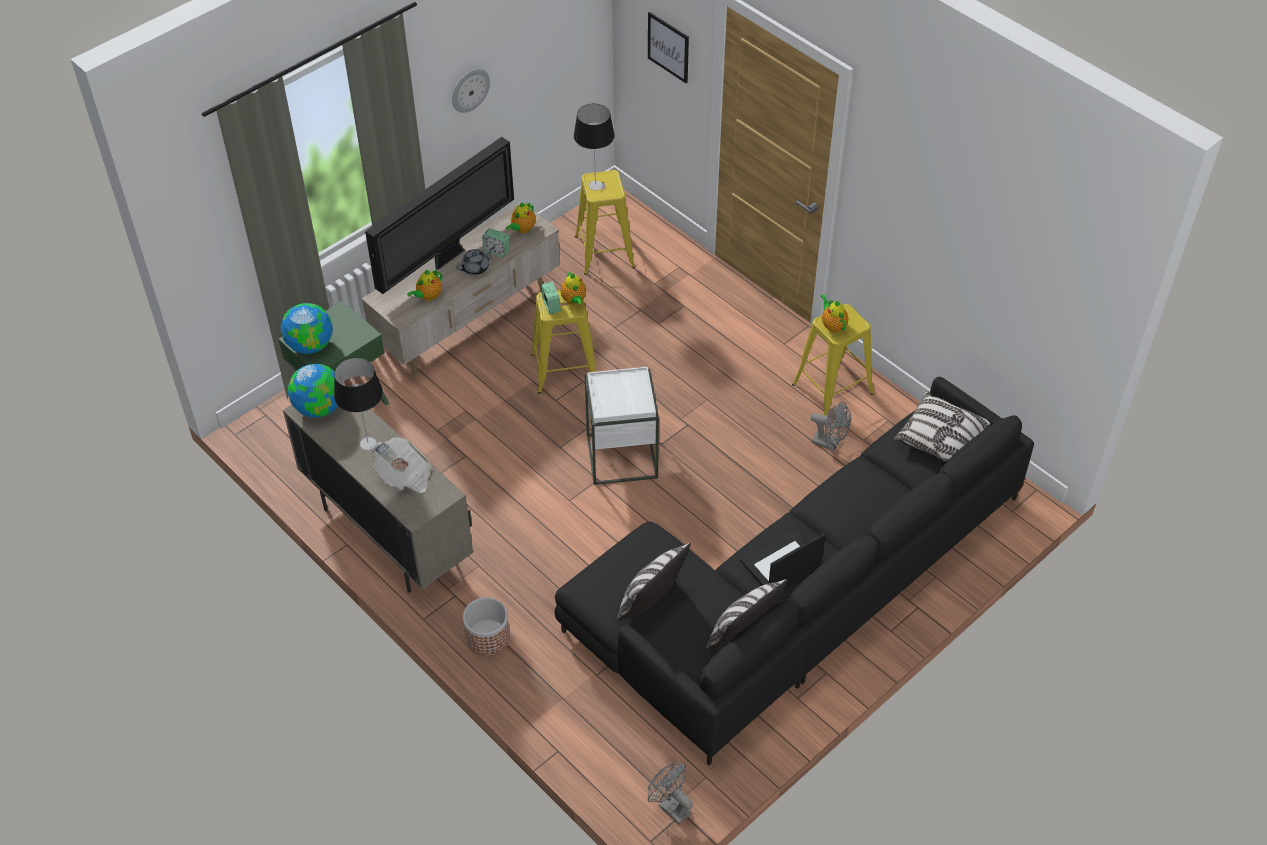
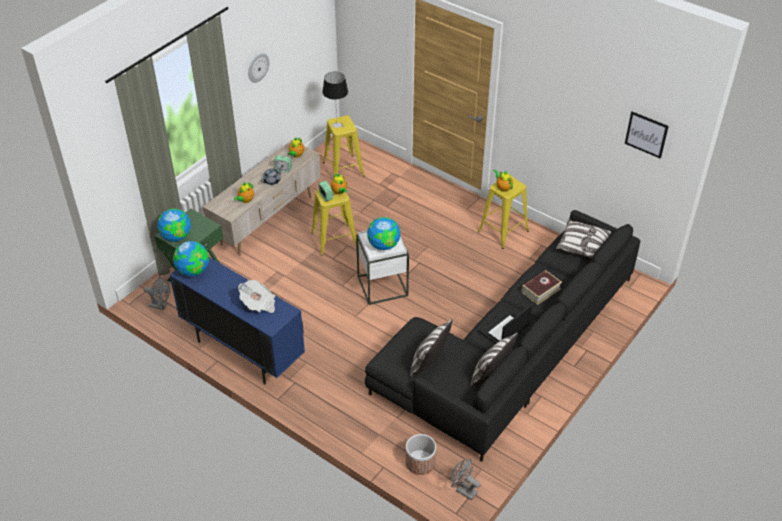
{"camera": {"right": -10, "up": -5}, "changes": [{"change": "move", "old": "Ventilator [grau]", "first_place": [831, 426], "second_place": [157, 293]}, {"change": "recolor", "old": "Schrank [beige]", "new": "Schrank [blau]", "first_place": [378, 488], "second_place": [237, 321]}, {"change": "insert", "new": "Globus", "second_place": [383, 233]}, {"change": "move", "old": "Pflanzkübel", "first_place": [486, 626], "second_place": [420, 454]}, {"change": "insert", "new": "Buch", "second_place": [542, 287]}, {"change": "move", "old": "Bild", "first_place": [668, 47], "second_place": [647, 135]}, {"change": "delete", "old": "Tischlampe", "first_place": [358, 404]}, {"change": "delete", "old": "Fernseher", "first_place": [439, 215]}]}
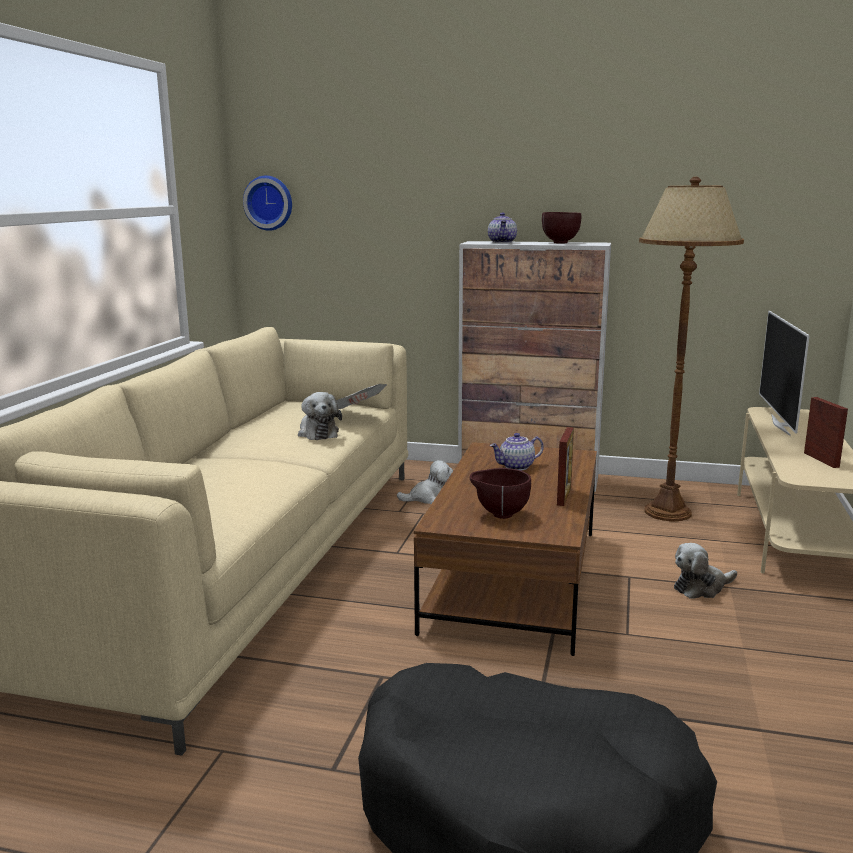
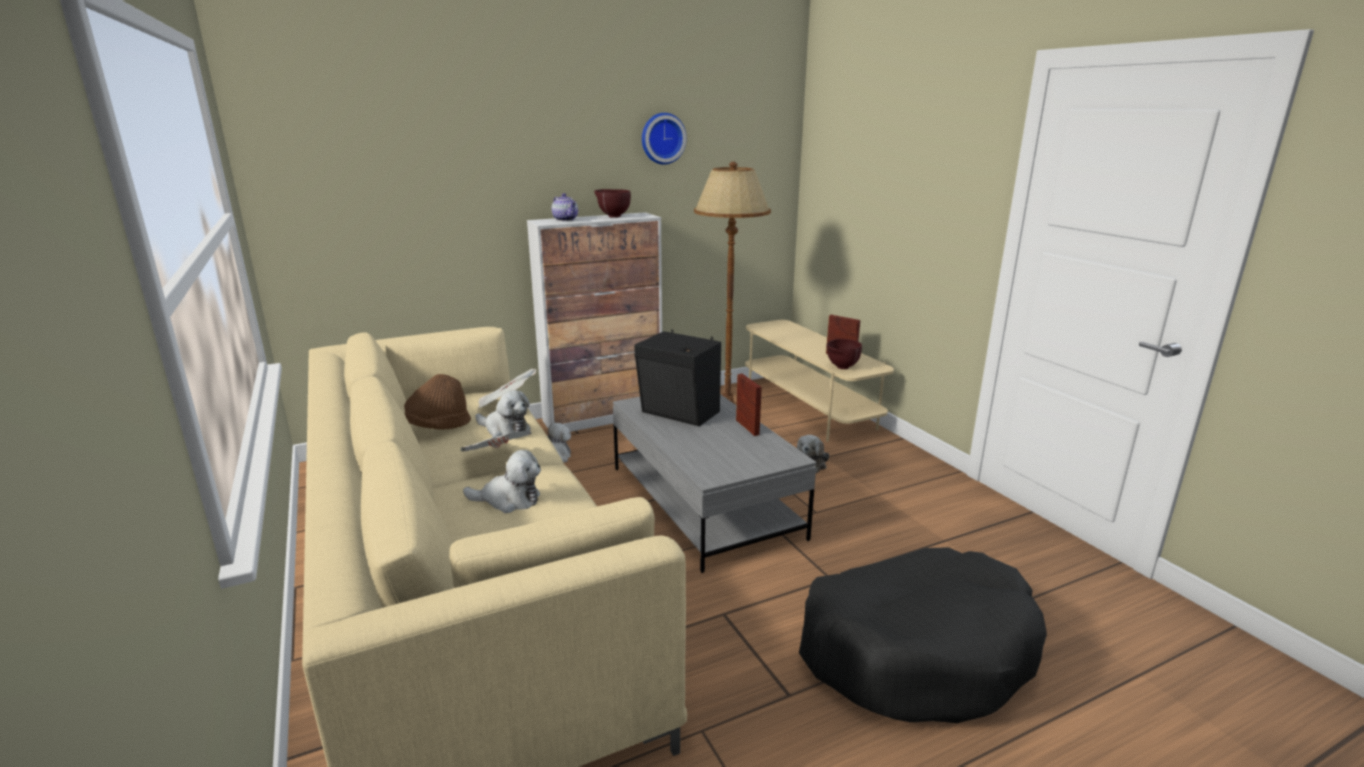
{"camera": {"right": -40, "up": 5}, "changes": [{"change": "insert", "new": "Hut [braun]", "second_place": [437, 401]}, {"change": "insert", "new": "Zeitung", "second_place": [496, 441]}, {"change": "insert", "new": "Plüschtier", "second_place": [502, 481]}, {"change": "recolor", "old": "Couchtisch [braun]", "new": "Couchtisch [grau]", "first_place": [505, 549], "second_place": [715, 483]}, {"change": "replace", "old": "Teekanne", "new": "Lautsprecher [schwarz]", "first_place": [517, 451], "second_place": [677, 377]}, {"change": "move", "old": "Wanduhr", "first_place": [267, 203], "second_place": [664, 139]}, {"change": "move", "old": "Schüssel [braun]", "first_place": [500, 493], "second_place": [844, 354]}, {"change": "delete", "old": "Fernseher", "first_place": [784, 373]}]}
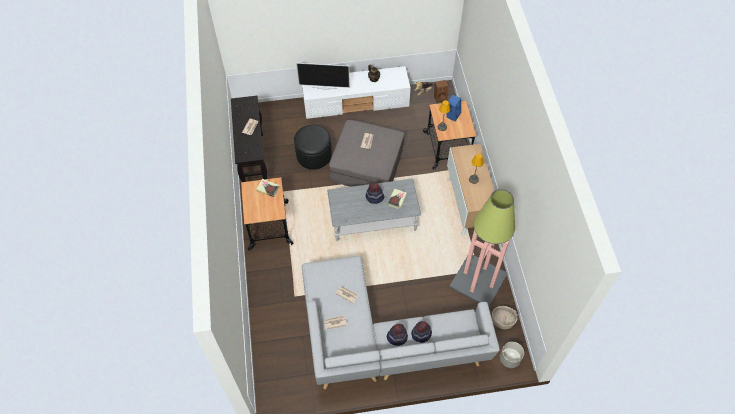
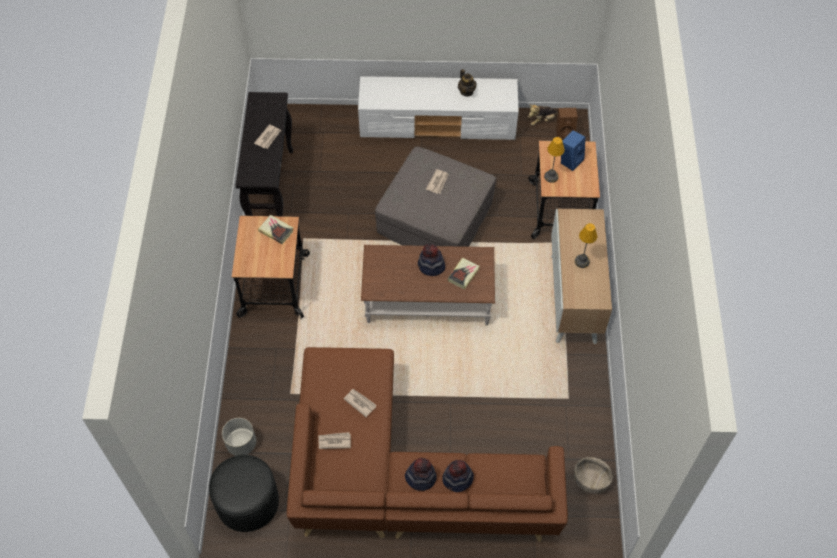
{"camera": {"right": 10, "up": 0}, "changes": [{"change": "move", "old": "Polsterhocker [schwarz]", "first_place": [313, 147], "second_place": [244, 493]}, {"change": "move", "old": "Pflanzkübel [grau]", "first_place": [512, 355], "second_place": [239, 437]}, {"change": "recolor", "old": "Sofa [grau]", "new": "Sofa [braun]", "first_place": [401, 322], "second_place": [427, 444]}, {"change": "recolor", "old": "Couchtisch [grau]", "new": "Couchtisch [braun]", "first_place": [374, 210], "second_place": [428, 285]}, {"change": "delete", "old": "Fernseher", "first_place": [323, 76]}, {"change": "delete", "old": "Stehlampe", "first_place": [482, 247]}]}
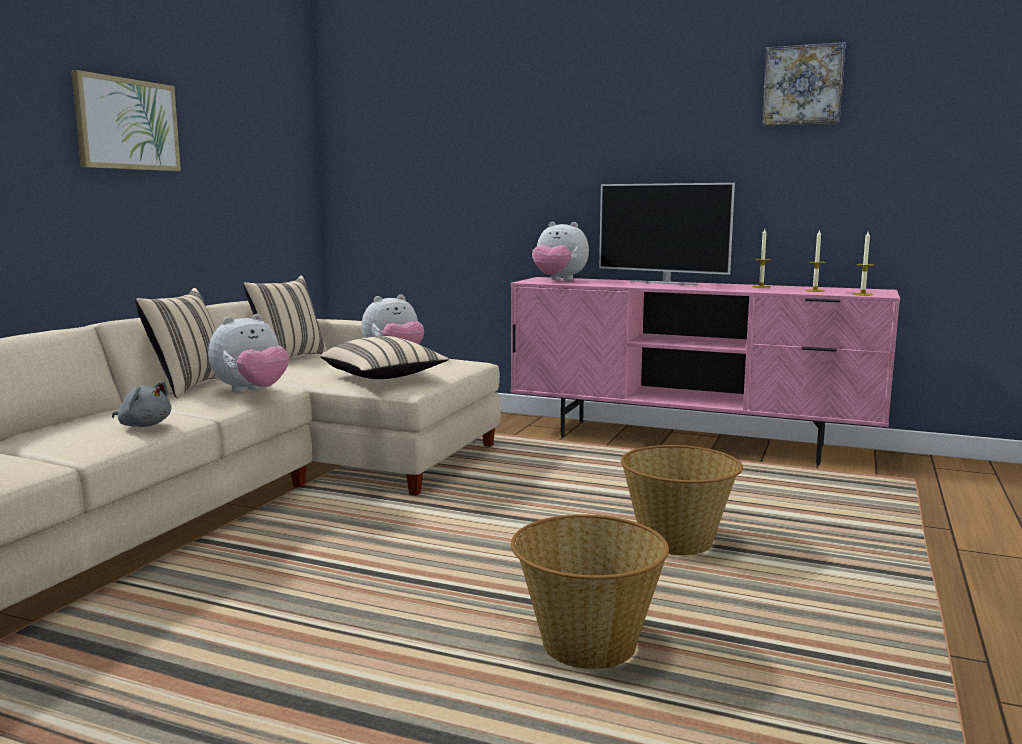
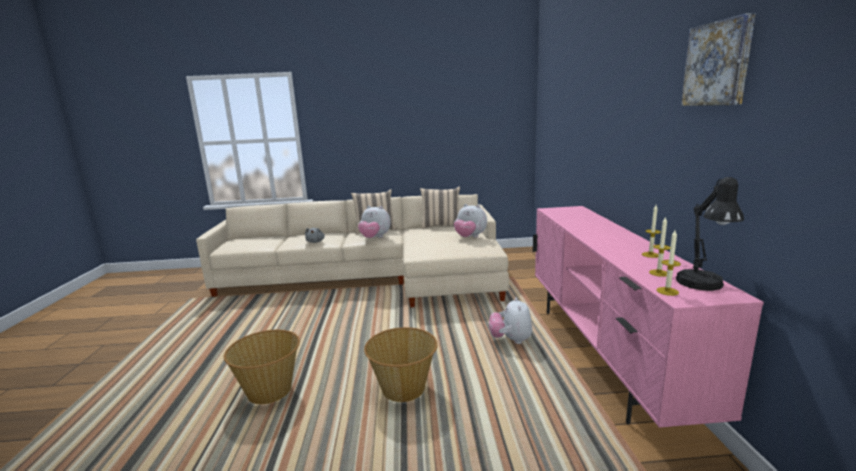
{"camera": {"right": 65, "up": 5}, "changes": [{"change": "move", "old": "Plüschtier", "first_place": [560, 251], "second_place": [510, 320]}, {"change": "insert", "new": "Tischlampe [schwarz]", "second_place": [710, 234]}, {"change": "delete", "old": "Bild", "first_place": [126, 120]}, {"change": "delete", "old": "Kissen [beige]", "first_place": [384, 357]}, {"change": "delete", "old": "Fernseher", "first_place": [667, 234]}]}
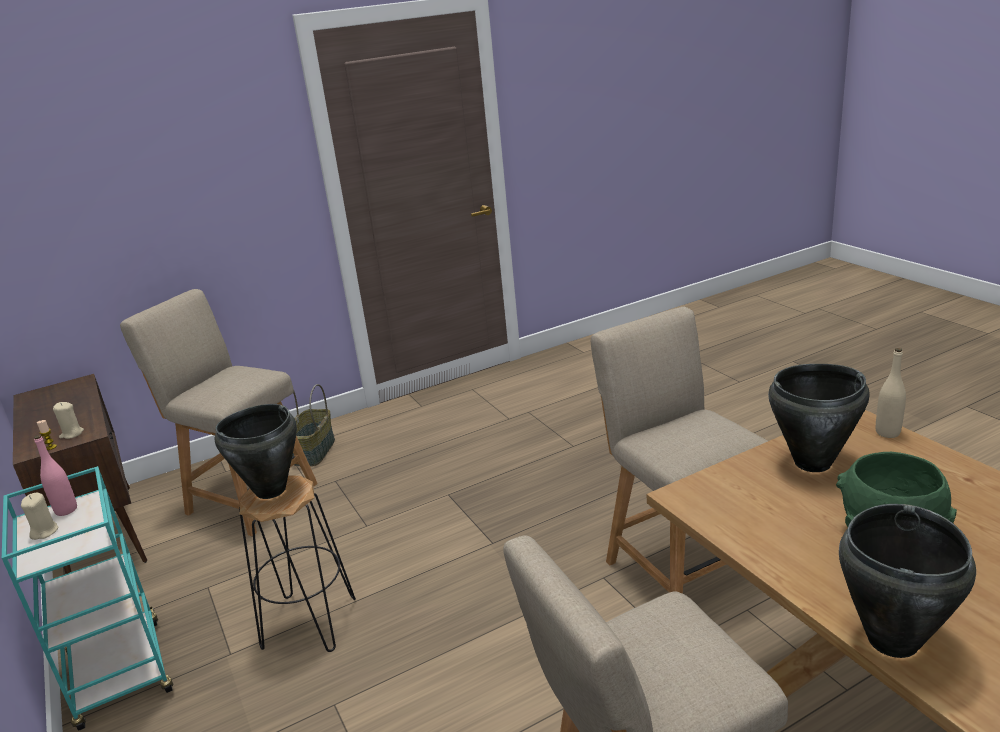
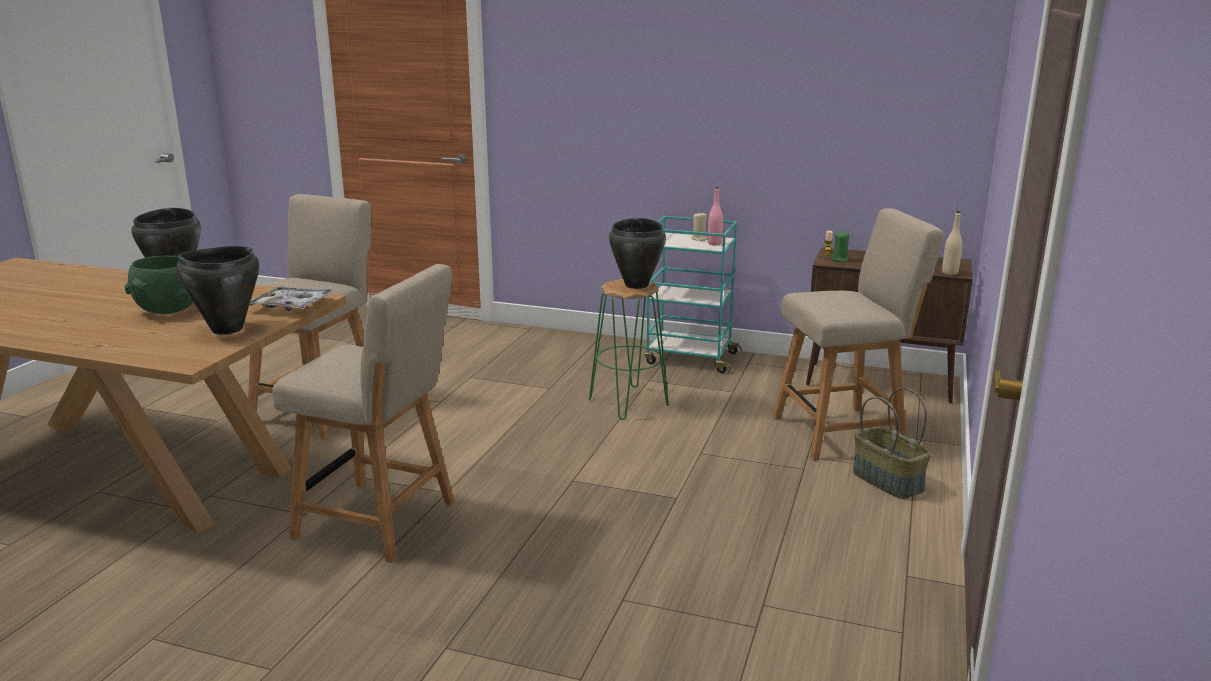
{"camera": {"right": 135, "up": -5}, "changes": [{"change": "insert", "new": "Tablett", "second_place": [293, 298]}, {"change": "recolor", "old": "Hocker [schwarz]", "new": "Hocker [grün]", "first_place": [297, 563], "second_place": [629, 349]}, {"change": "recolor", "old": "Kerze [beige]", "new": "Kerze [grün]", "first_place": [68, 420], "second_place": [840, 246]}, {"change": "move", "old": "Flasche [beige]", "first_place": [891, 393], "second_place": [952, 243]}]}
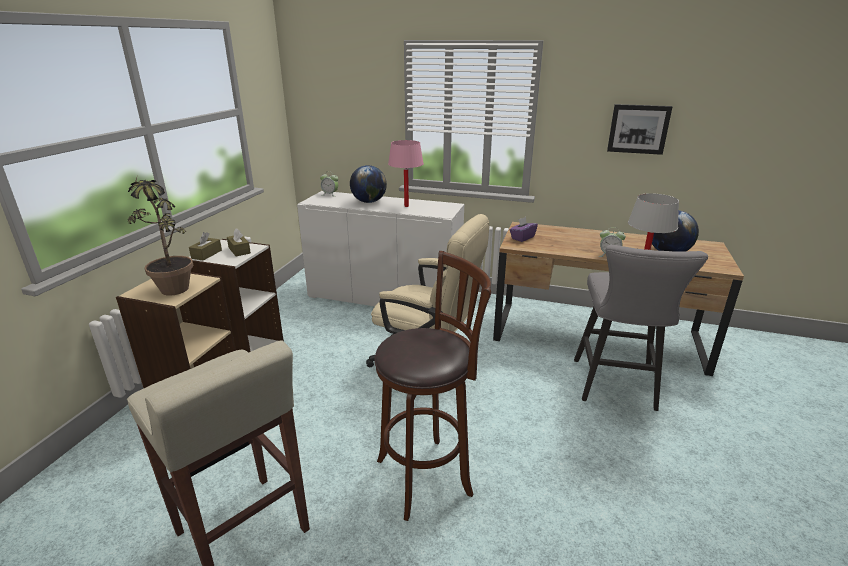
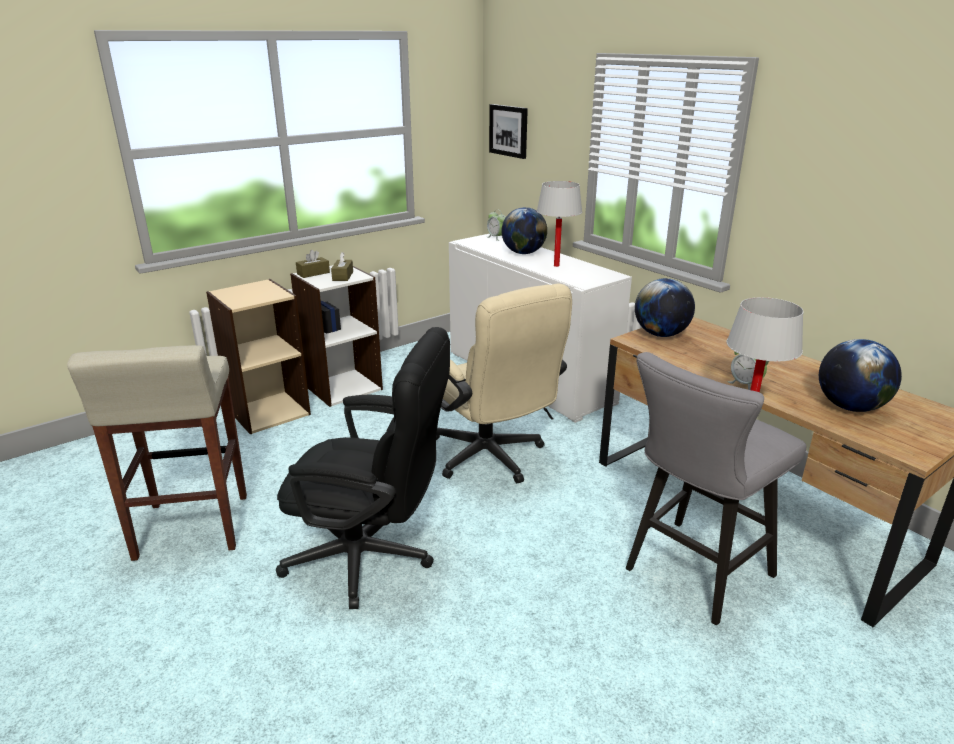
{"camera": {"right": 35, "up": 0}, "changes": [{"change": "replace", "old": "Hocker [braun]", "new": "Bürostuhl [schwarz]", "first_place": [432, 386], "second_place": [363, 468]}, {"change": "move", "old": "Bild", "first_place": [639, 129], "second_place": [508, 131]}, {"change": "recolor", "old": "Tischlampe [rosa]", "new": "Tischlampe [weiß]", "first_place": [406, 173], "second_place": [559, 224]}, {"change": "replace", "old": "Taschentuchbox [lila]", "new": "Globus", "first_place": [524, 229], "second_place": [665, 307]}, {"change": "delete", "old": "Topfpflanze", "first_place": [160, 237]}]}
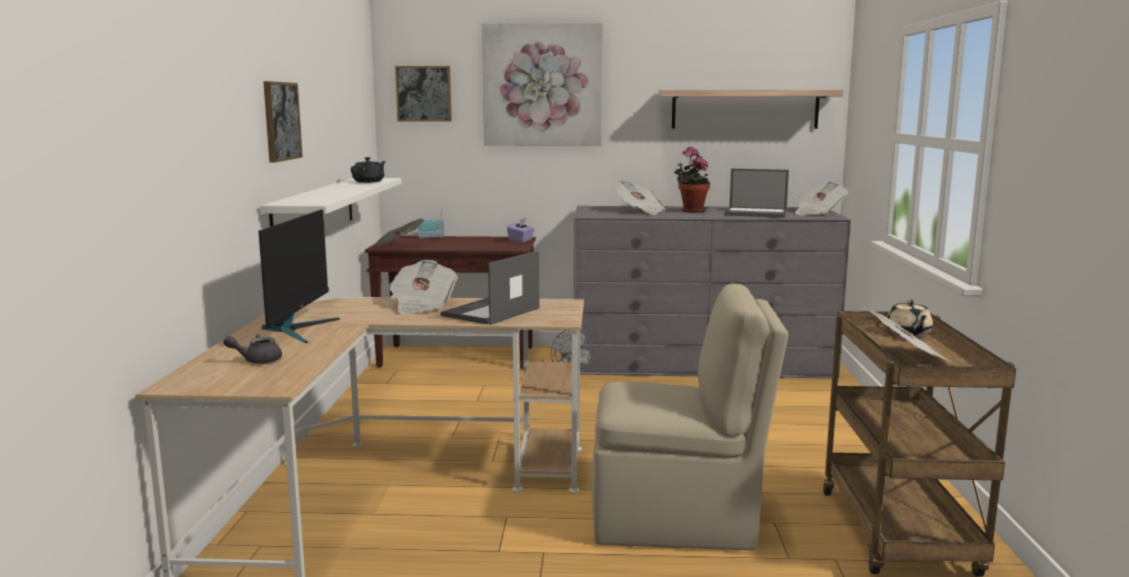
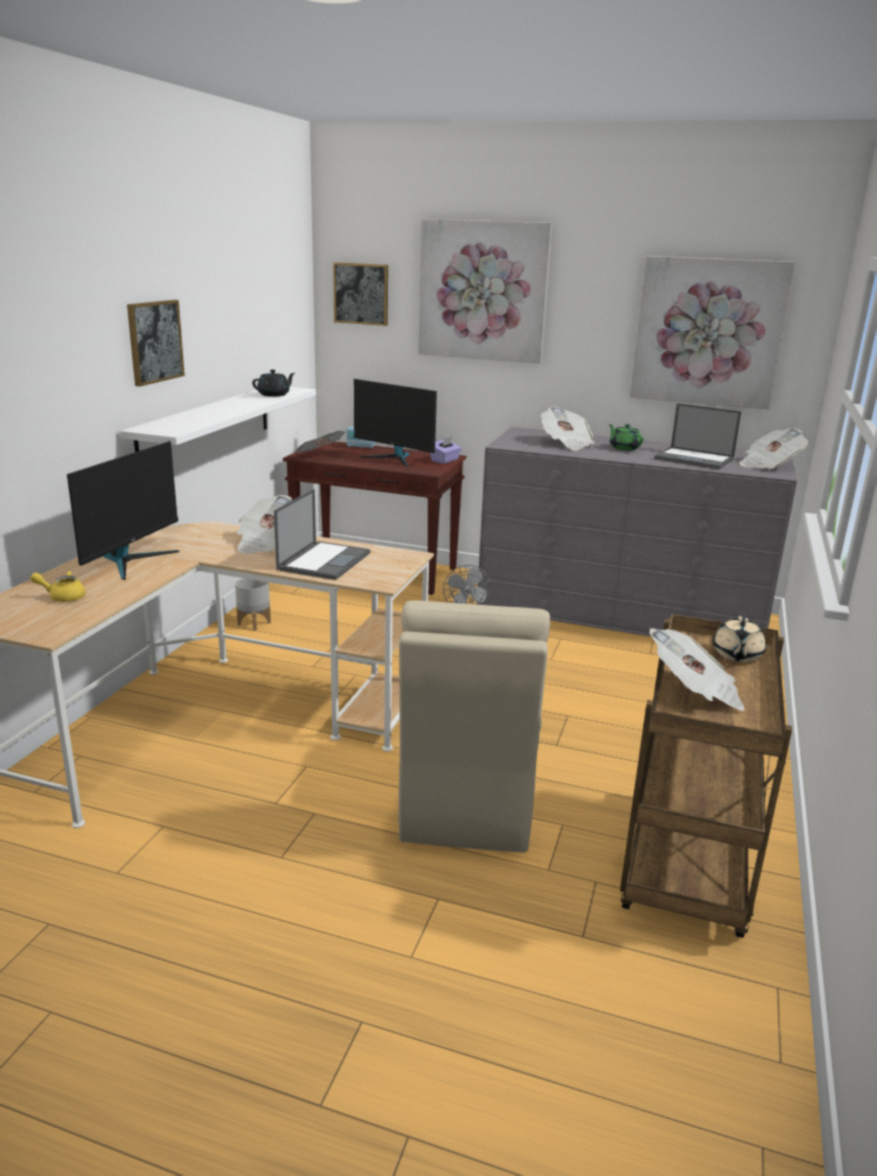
{"camera": {"right": 15, "up": 10}, "changes": [{"change": "recolor", "old": "Teekanne [grau]", "new": "Teekanne [gelb]", "first_place": [252, 349], "second_place": [58, 586]}, {"change": "insert", "new": "Pflanzkübel [grau]", "second_place": [253, 604]}, {"change": "rotate", "old": "Laptop", "first_place": [490, 288], "second_place": [322, 534], "degrees": 150}, {"change": "insert", "new": "Monitor", "second_place": [395, 423]}, {"change": "rotate", "old": "Stuhl [beige]", "first_place": [690, 417], "second_place": [474, 726], "degrees": 75}, {"change": "replace", "old": "Topfpflanze", "new": "Teekanne [grün]", "first_place": [692, 179], "second_place": [626, 437]}, {"change": "replace", "old": "Wandregal", "new": "Bild", "first_place": [750, 109], "second_place": [712, 332]}]}
